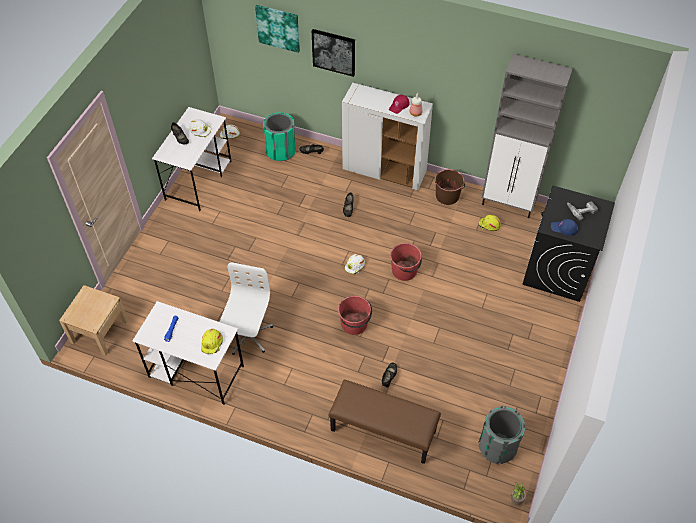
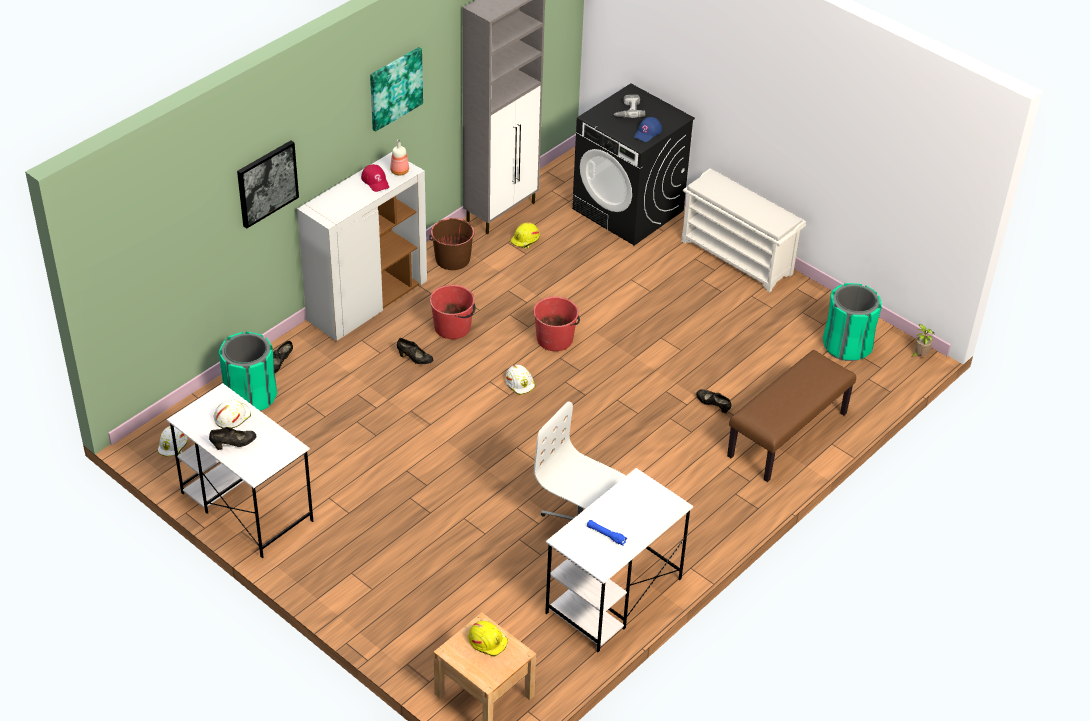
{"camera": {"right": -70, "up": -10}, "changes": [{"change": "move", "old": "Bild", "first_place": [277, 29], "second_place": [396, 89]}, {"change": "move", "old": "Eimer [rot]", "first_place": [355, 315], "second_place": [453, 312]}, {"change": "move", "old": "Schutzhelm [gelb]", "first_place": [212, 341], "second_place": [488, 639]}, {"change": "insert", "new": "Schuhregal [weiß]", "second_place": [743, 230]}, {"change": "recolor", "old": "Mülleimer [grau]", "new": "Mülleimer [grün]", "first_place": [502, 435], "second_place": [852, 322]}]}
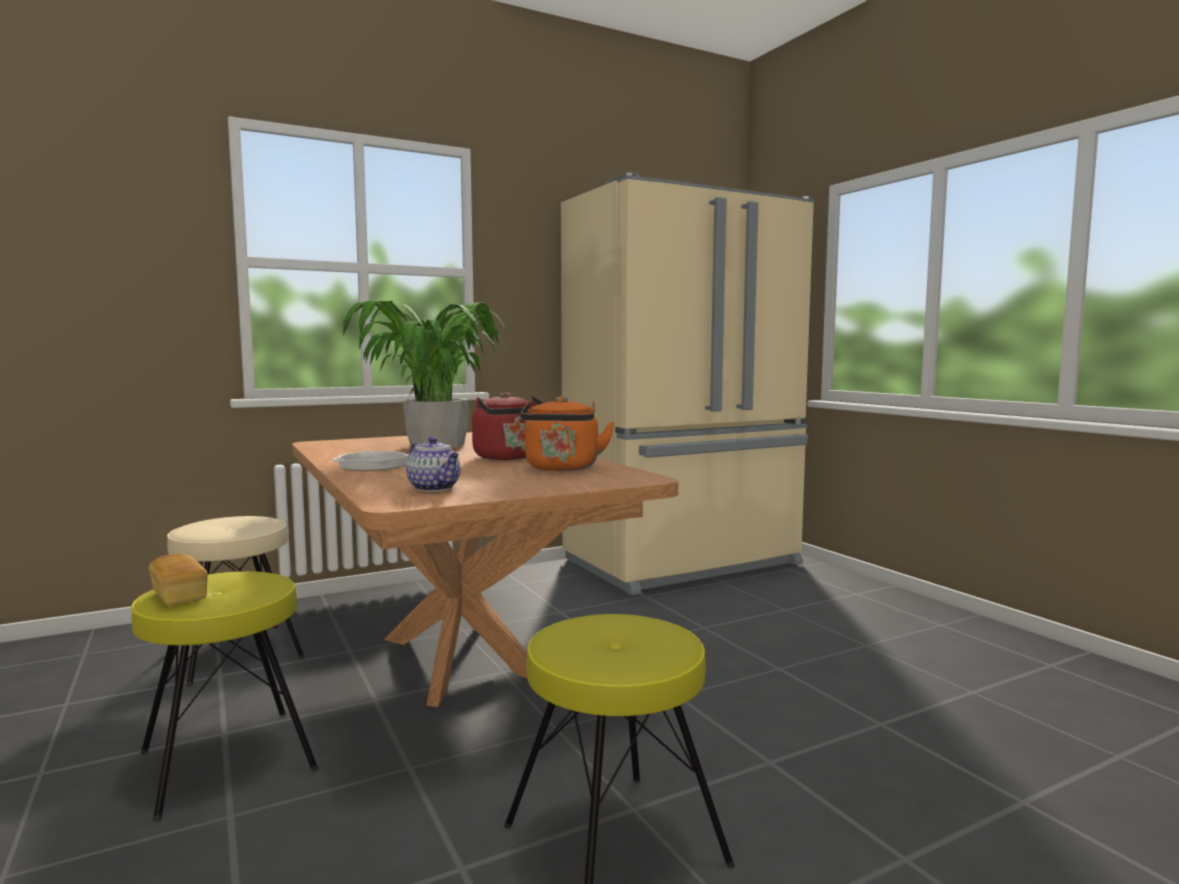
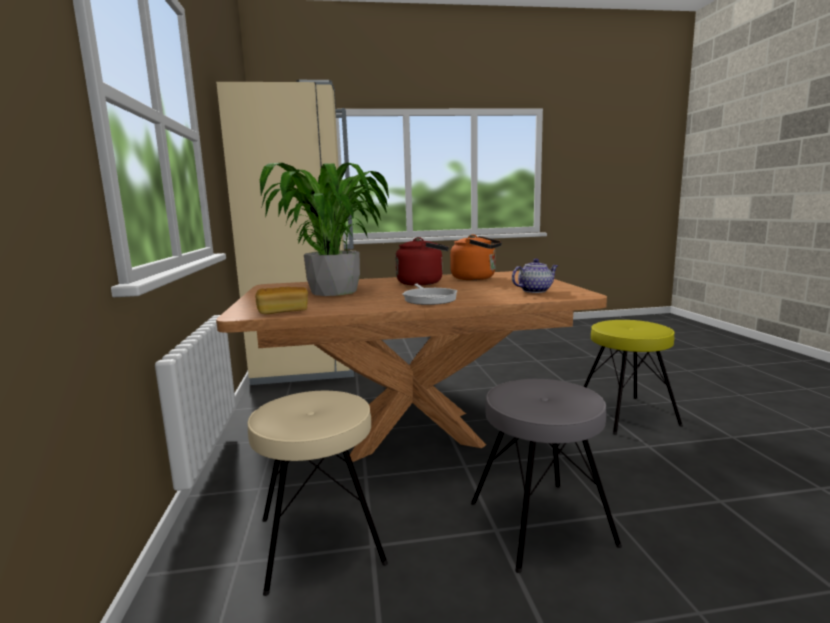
{"camera": {"right": -70, "up": 5}, "changes": [{"change": "move", "old": "Brot", "first_place": [178, 579], "second_place": [281, 300]}, {"change": "recolor", "old": "Hocker [gelb]", "new": "Hocker [grau]", "first_place": [224, 696], "second_place": [546, 476]}]}
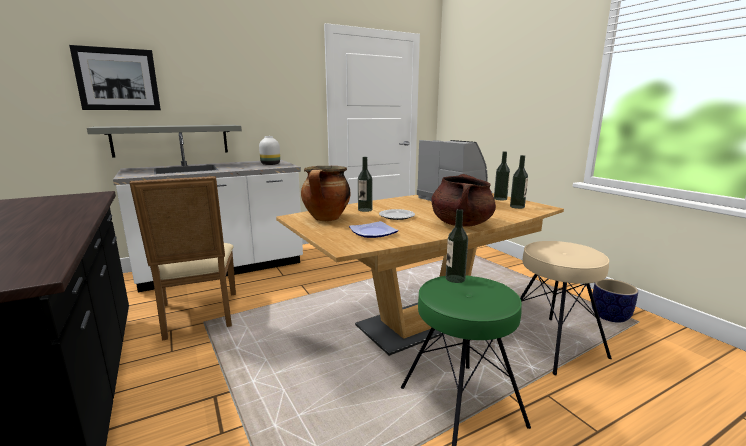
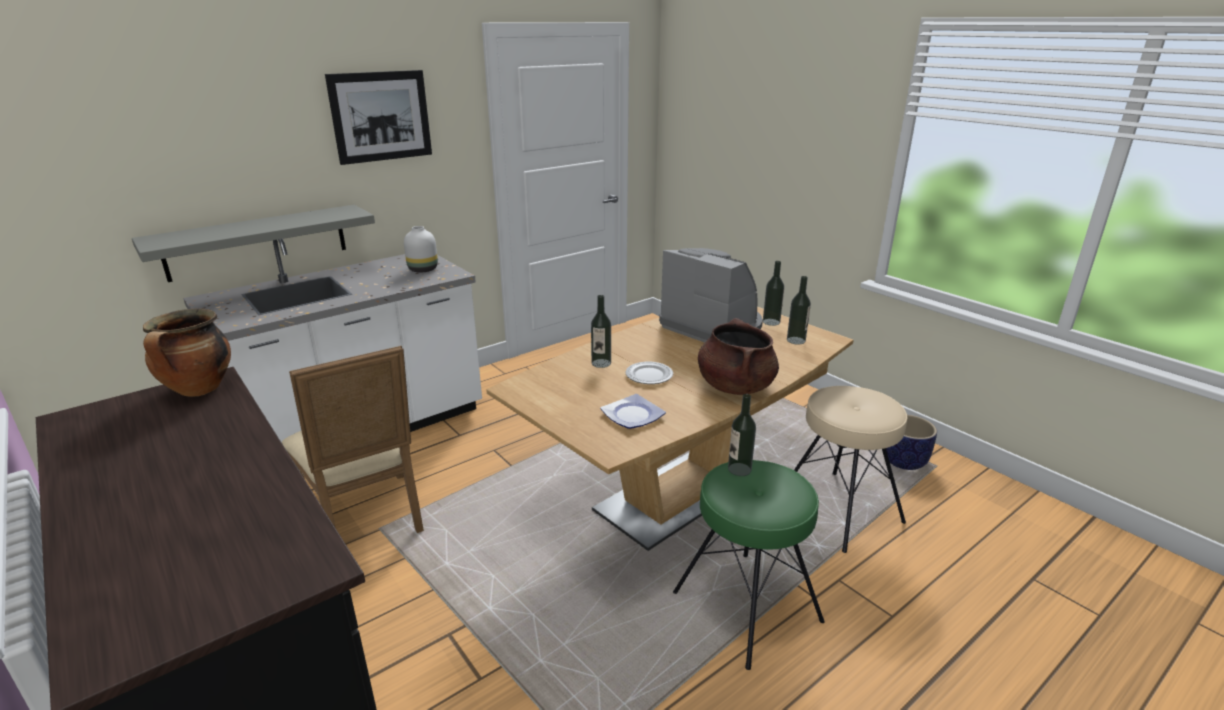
{"camera": {"right": -10, "up": 10}, "changes": [{"change": "move", "old": "Kochtopf", "first_place": [326, 193], "second_place": [187, 352]}, {"change": "move", "old": "Bild", "first_place": [115, 77], "second_place": [378, 117]}]}
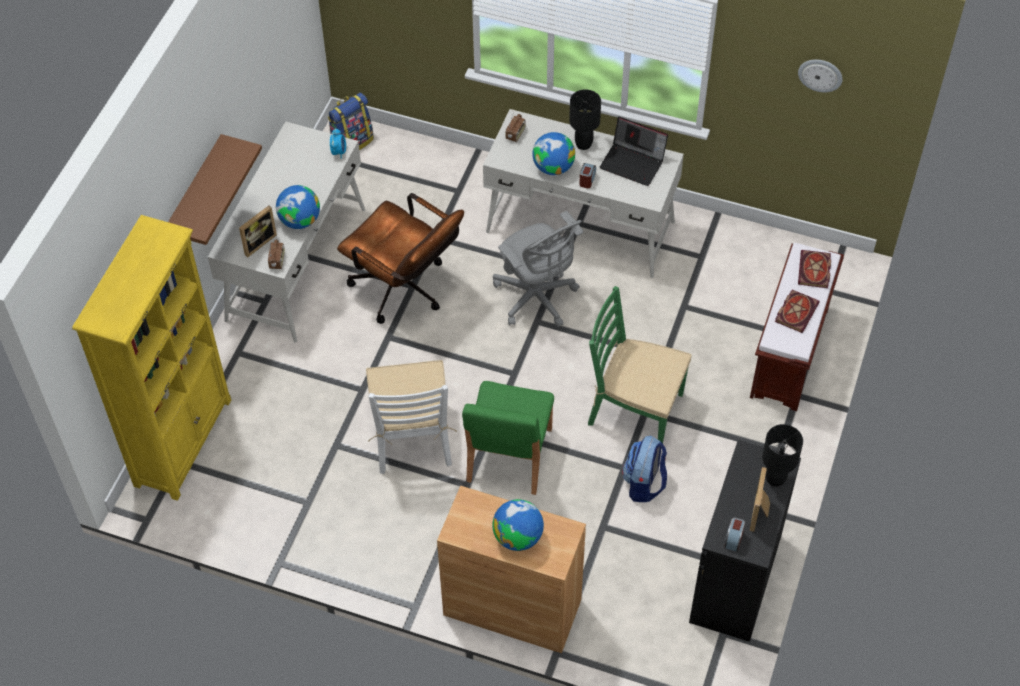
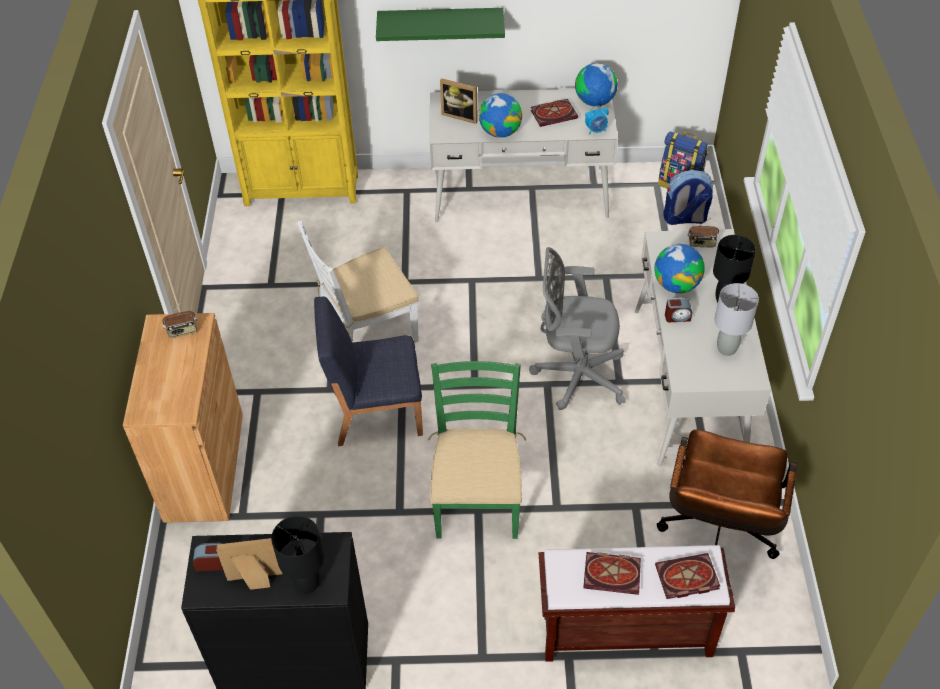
{"camera": {"right": 70, "up": -5}, "changes": [{"change": "move", "old": "Radio", "first_place": [276, 254], "second_place": [179, 321]}, {"change": "recolor", "old": "Stuhl [grün]", "new": "Stuhl [blau]", "first_place": [508, 438], "second_place": [368, 371]}, {"change": "recolor", "old": "Wandregal [braun]", "new": "Wandregal [grün]", "first_place": [215, 189], "second_place": [440, 24]}, {"change": "rotate", "old": "Bürostuhl [grau]", "first_place": [538, 269], "second_place": [577, 328], "degrees": 60}, {"change": "insert", "new": "Buch", "second_place": [554, 113]}, {"change": "move", "old": "Globus", "first_place": [518, 525], "second_place": [596, 84]}, {"change": "move", "old": "Bürostuhl [braun]", "first_place": [400, 258], "second_place": [727, 494]}, {"change": "move", "old": "Rucksack", "first_place": [644, 469], "second_place": [688, 197]}, {"change": "replace", "old": "Laptop", "new": "Tischlampe [grau]", "first_place": [633, 151], "second_place": [736, 319]}, {"change": "delete", "old": "Wanduhr", "first_place": [820, 76]}]}
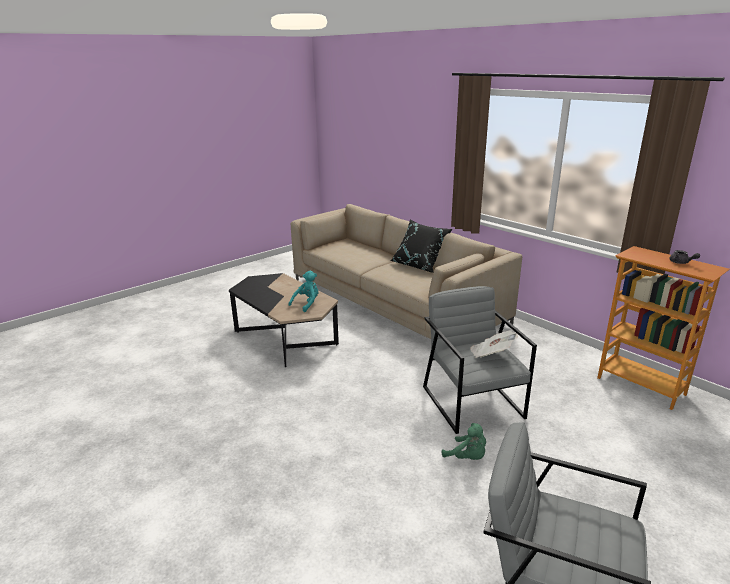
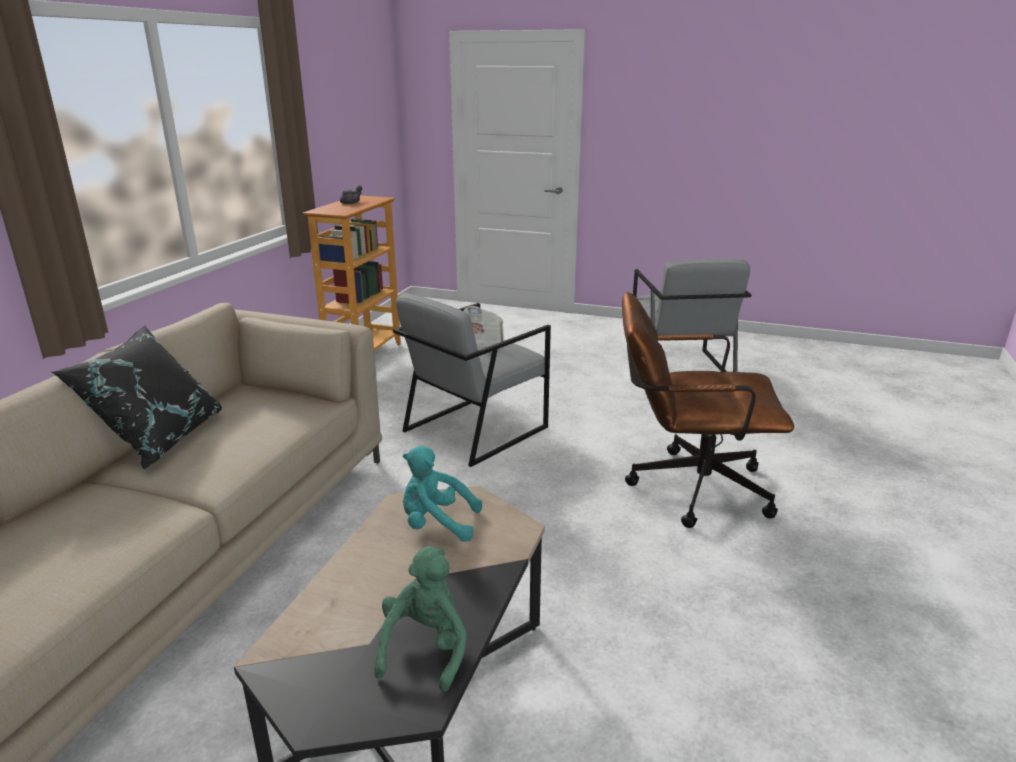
{"camera": {"right": -120, "up": 0}, "changes": [{"change": "move", "old": "Plüschtier [grün]", "first_place": [464, 441], "second_place": [420, 619]}, {"change": "insert", "new": "Bürostuhl [braun]", "second_place": [708, 410]}]}
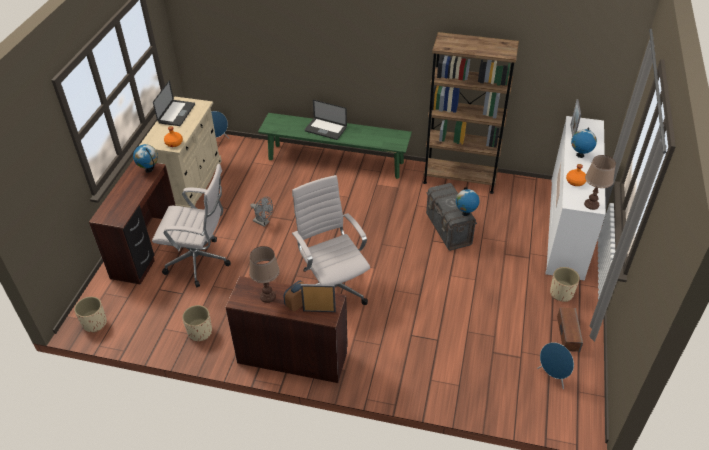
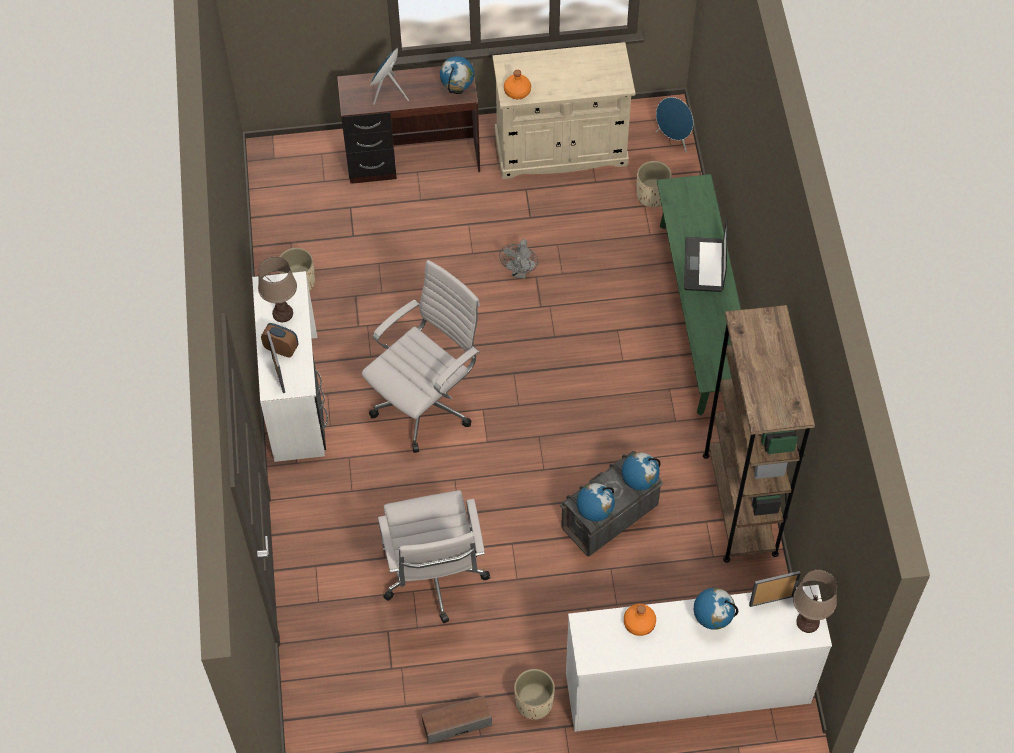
{"camera": {"right": 70, "up": 15}, "changes": [{"change": "recolor", "old": "Schreibtisch [braun]", "new": "Schreibtisch [weiß]", "first_place": [286, 329], "second_place": [290, 366]}, {"change": "move", "old": "Lautsprecher [blau]", "first_place": [555, 365], "second_place": [389, 76]}, {"change": "move", "old": "Bürostuhl [weiß]", "first_place": [191, 225], "second_place": [434, 556]}, {"change": "insert", "new": "Globus", "second_place": [641, 471]}, {"change": "move", "old": "Pflanzkübel [beige]", "first_place": [90, 314], "second_place": [654, 184]}, {"change": "move", "old": "Tischlampe [braun]", "first_place": [600, 182], "second_place": [815, 601]}, {"change": "delete", "old": "Laptop", "first_place": [174, 103]}]}
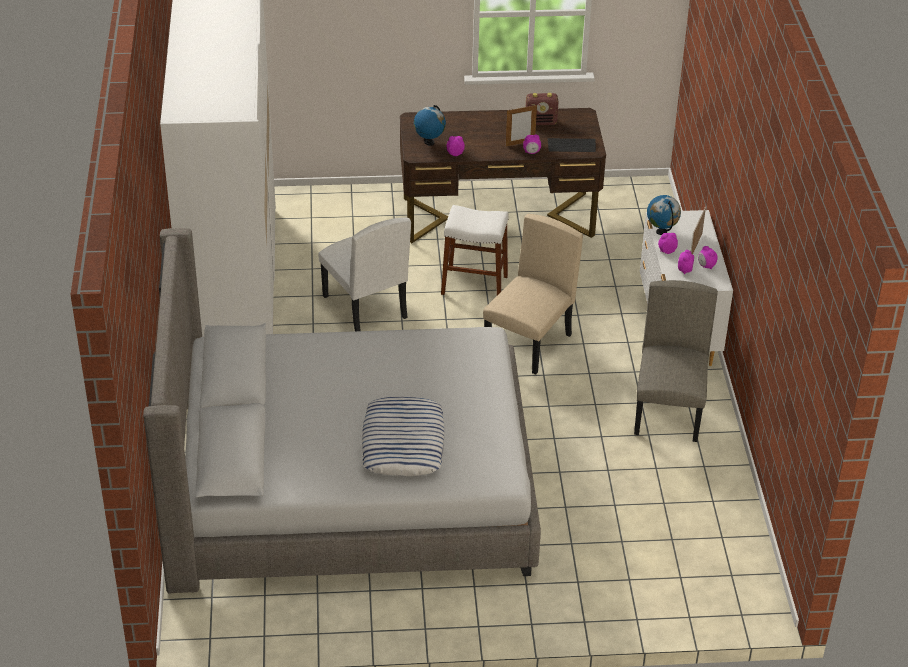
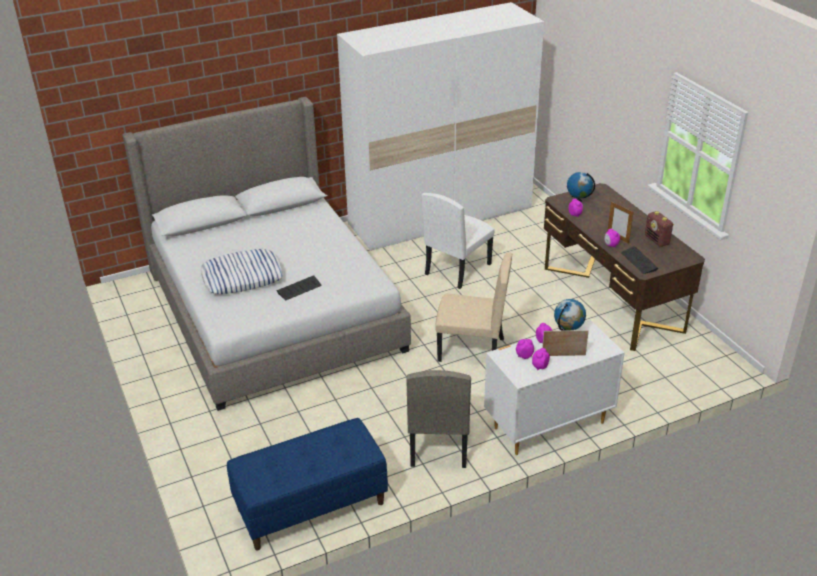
{"camera": {"right": 70, "up": -5}, "changes": [{"change": "insert", "new": "Bank [blau]", "second_place": [307, 484]}, {"change": "insert", "new": "Tastatur", "second_place": [298, 288]}, {"change": "rotate", "old": "Stuhl [beige]", "first_place": [676, 361], "second_place": [439, 419], "degrees": 105}, {"change": "delete", "old": "Hocker [weiß]", "first_place": [475, 250]}]}
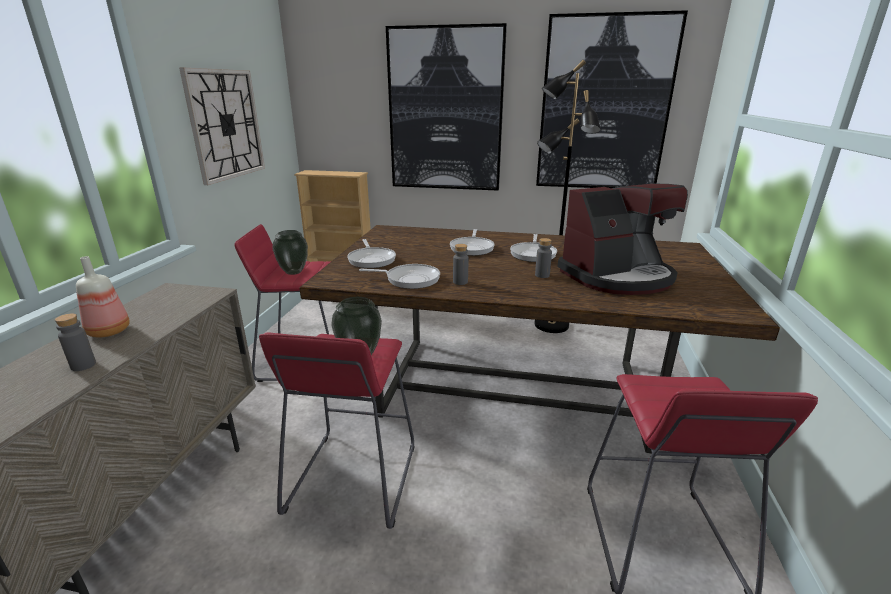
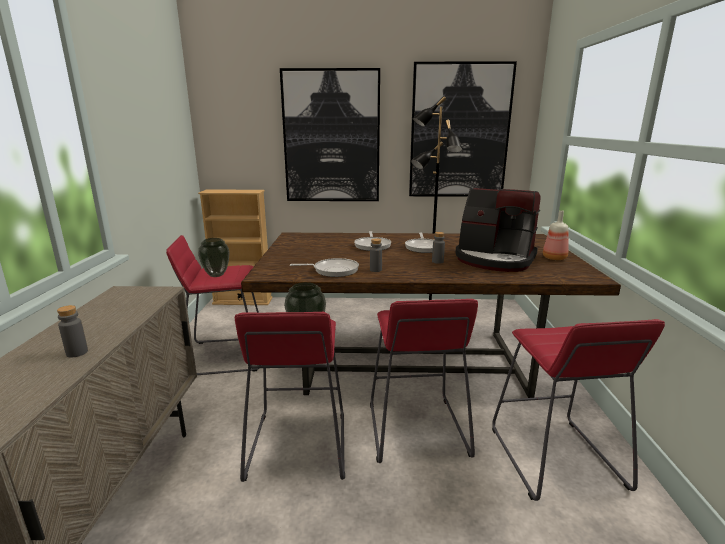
{"camera": {"right": -10, "up": -5}, "changes": [{"change": "insert", "new": "Hocker [rot]", "second_place": [424, 381]}, {"change": "rotate", "old": "Kaffeemaschine", "first_place": [622, 239], "second_place": [498, 230], "degrees": 60}, {"change": "move", "old": "Flasche", "first_place": [103, 297], "second_place": [556, 235]}, {"change": "delete", "old": "Wanduhr", "first_place": [222, 126]}, {"change": "delete", "old": "Pfanne", "first_place": [371, 253]}]}
